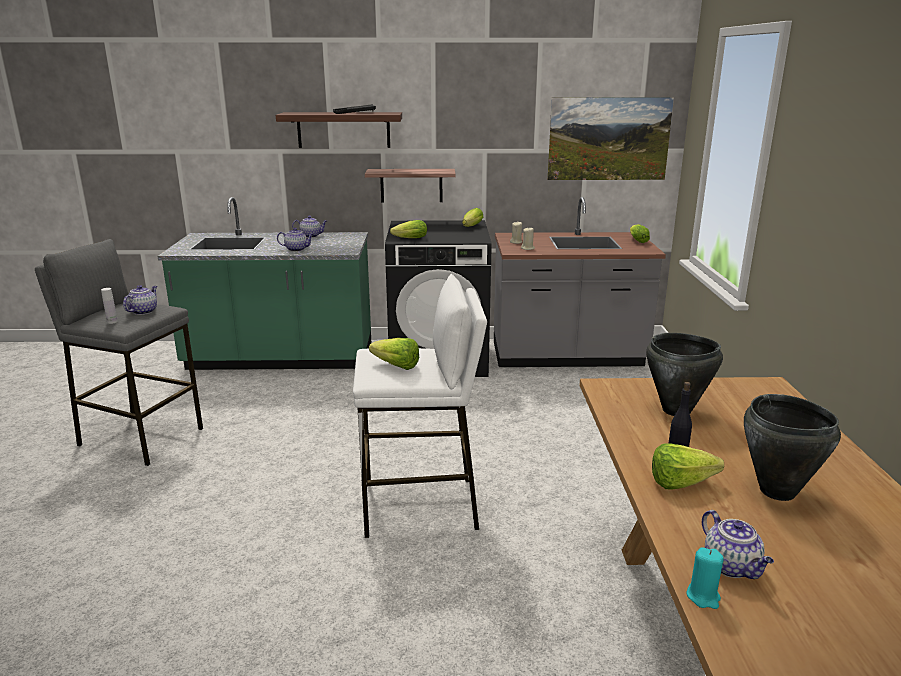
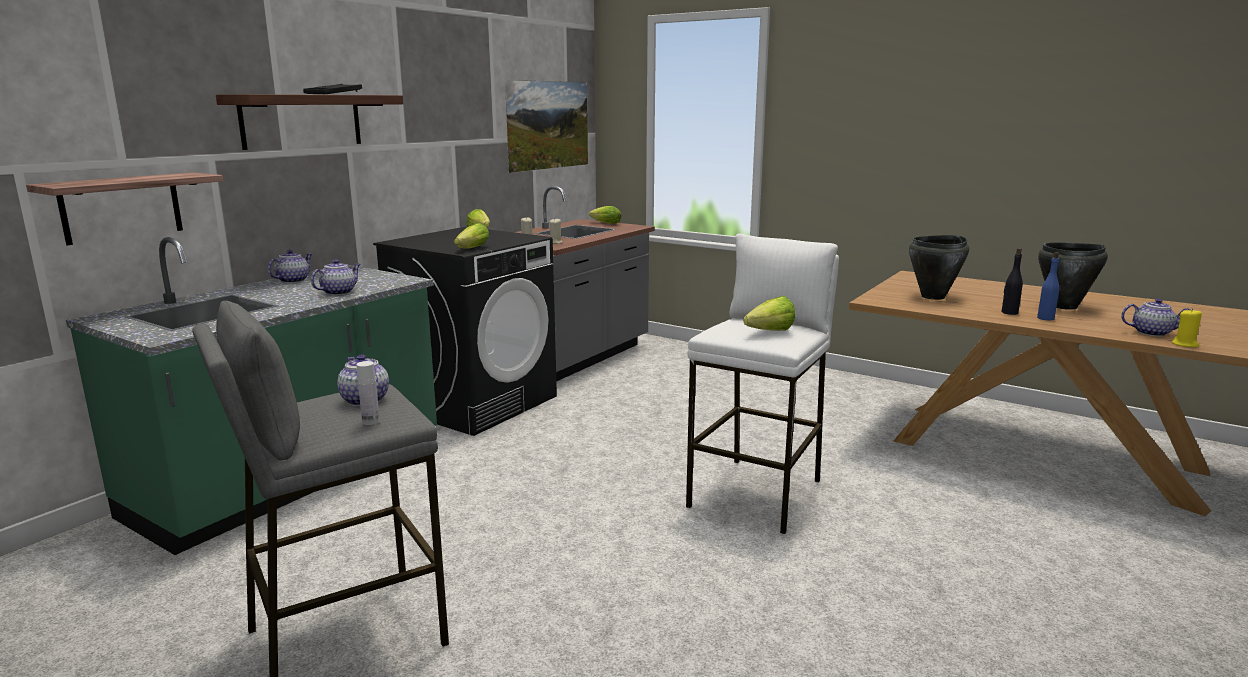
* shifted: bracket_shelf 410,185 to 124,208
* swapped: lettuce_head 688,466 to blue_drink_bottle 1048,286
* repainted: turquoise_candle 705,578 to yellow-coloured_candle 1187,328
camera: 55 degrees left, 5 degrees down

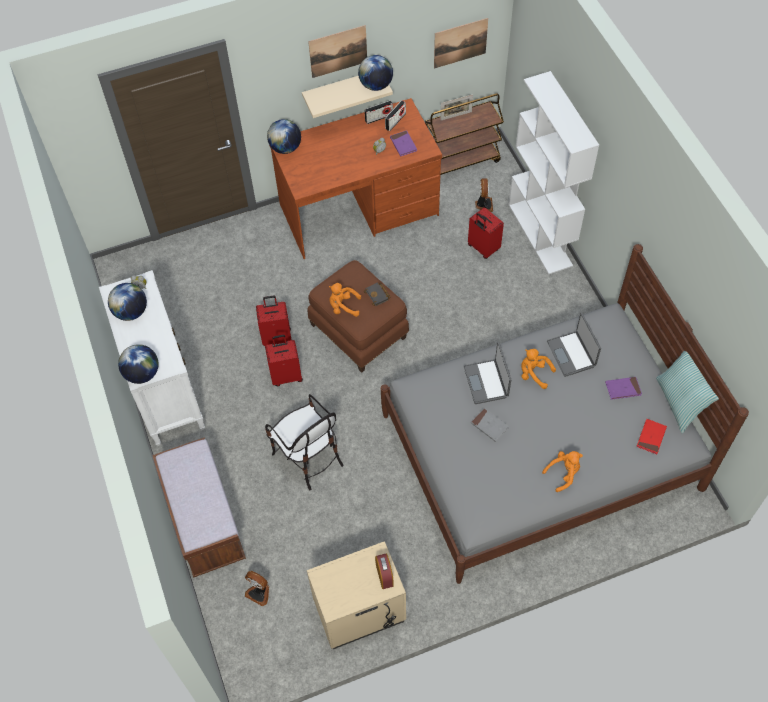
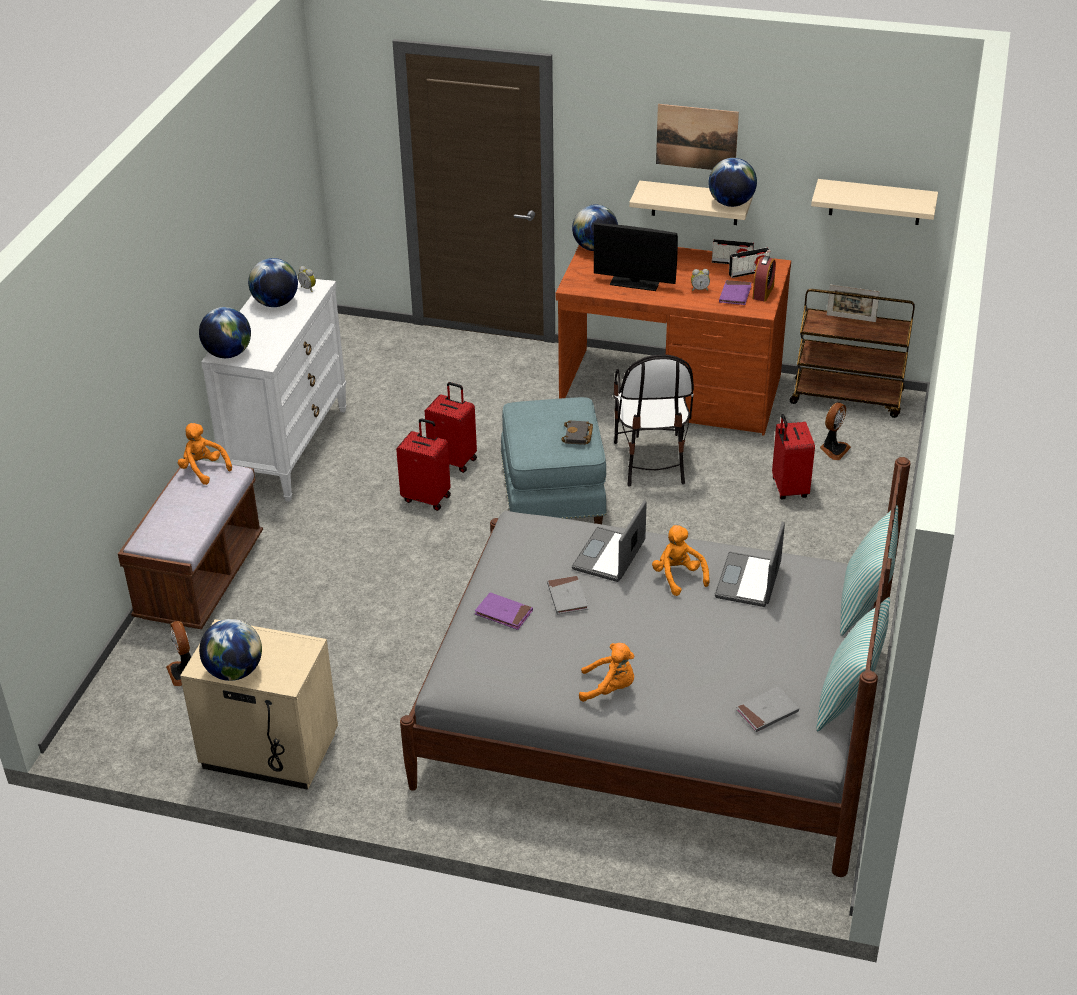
* shifted: orange_soft_toy 345,300 to 205,454
* new: desk_globe 230,650
* shifted: purplish_book 623,388 to 504,611
* repainted: brownish_ottoman 358,316 to blue_ottoman 554,460
* new: monitor 636,257
* shifted: chair 304,442 to 653,420
* repainted: reddish_book 651,436 to gray_book 767,709
* shifted: table_clock 384,571 to 764,278
* swapped: wall_picture 461,43 to sand-coloured_bracket_shelf 874,202
* new: pillow 869,570
* gone: white-coloured_bookshelf 554,172
camera: 35 degrees right, 20 degrees down

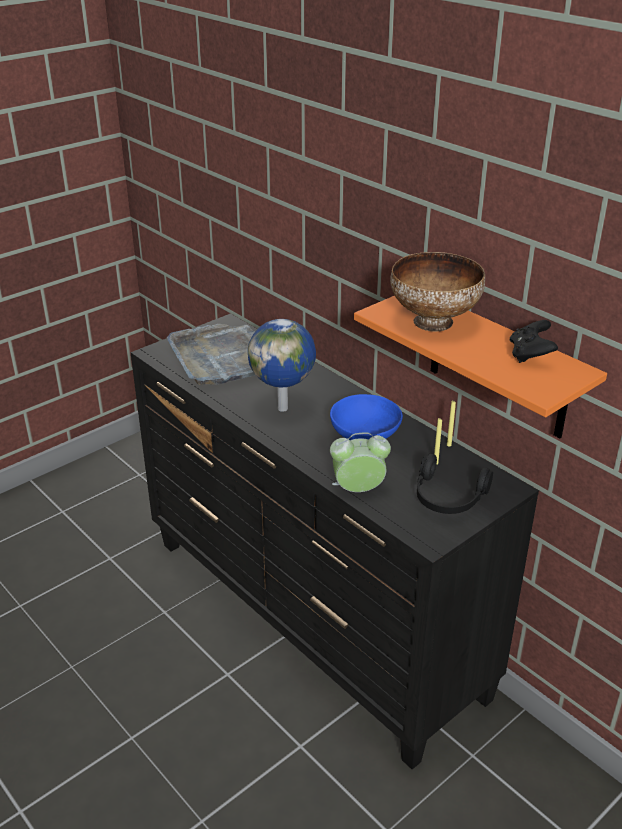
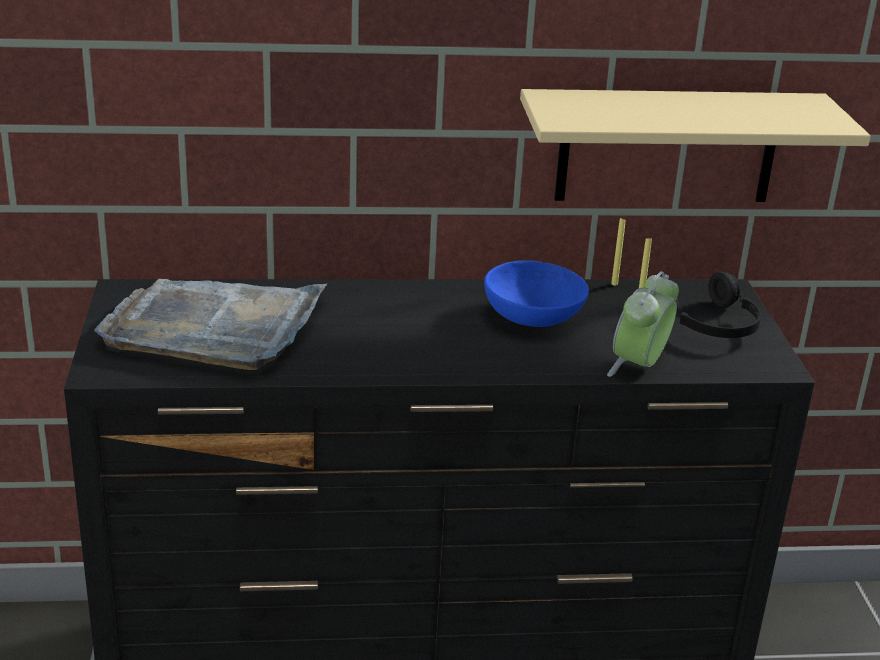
* repainted: orange_bracket_shelf 480,367 to sand-coloured_bracket_shelf 695,145
* gone: desk_globe 282,365
* gone: deep_dish 437,292
* gone: blackish_game_controller 534,341
camera: 55 degrees left, 5 degrees down

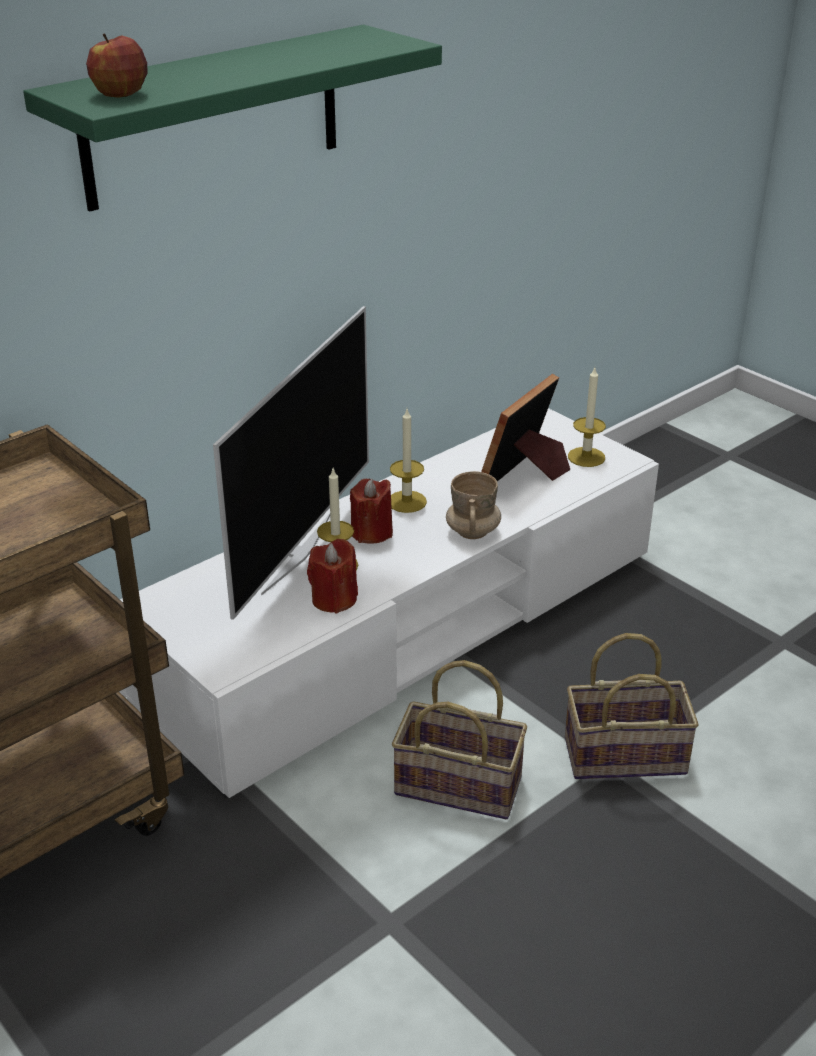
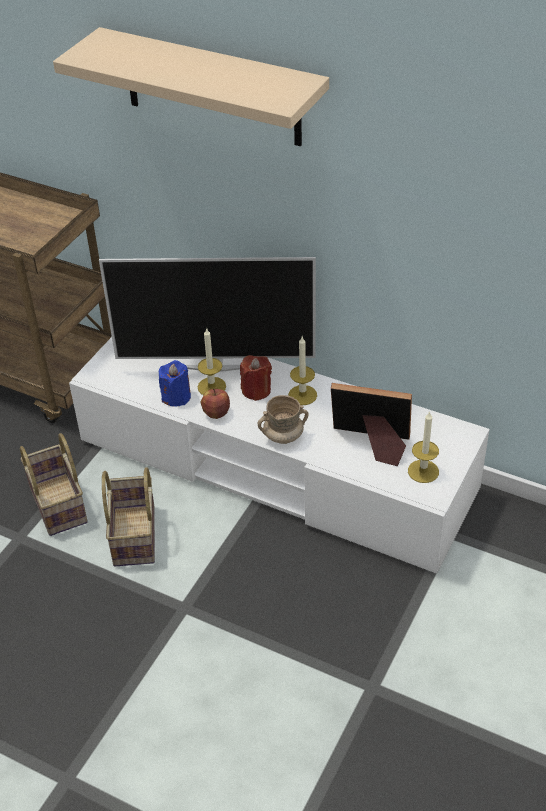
* shifted: storage_basket 632,706 to 54,484
* repainted: greenish_bracket_shelf 232,118 to sand-coloured_bracket_shelf 191,86
* repainted: reddish_candle 332,576 to blue_candle 175,383
* shifted: whole_apple 116,66 to 215,404
camera: 70 degrees right, 10 degrees up

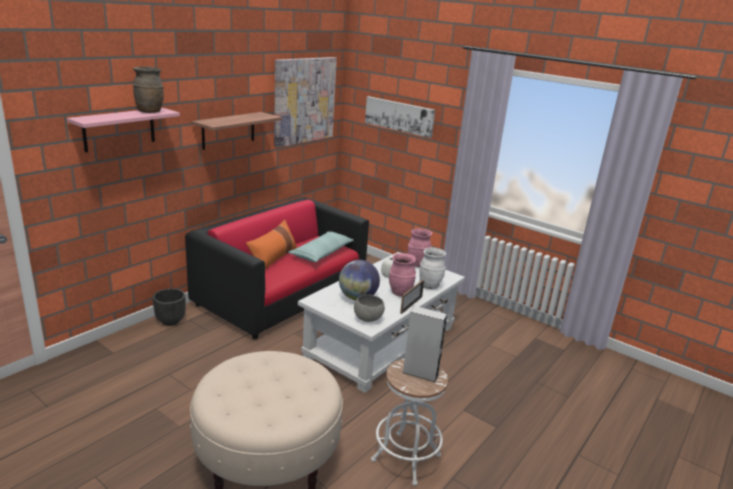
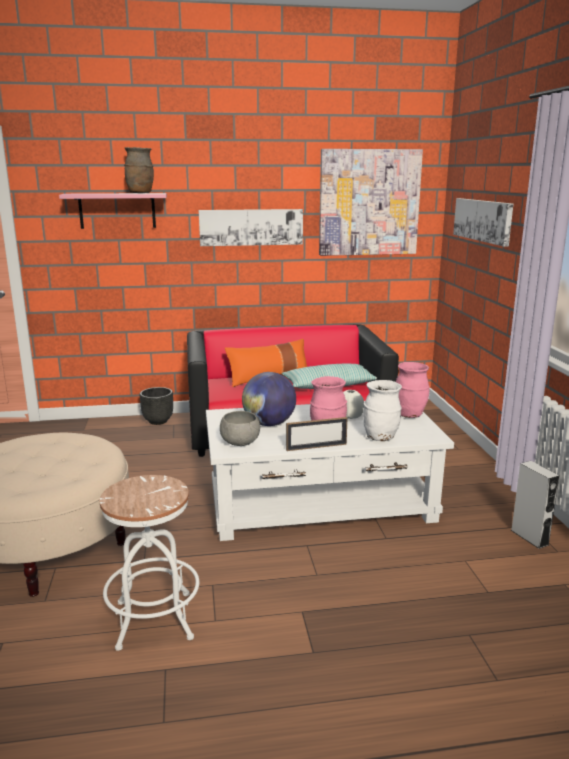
* swapped: bracket_shelf 237,131 to wall_picture 251,227
* shifted: gray_speaker 424,344 to 535,505
camera: 45 degrees right, 5 degrees down

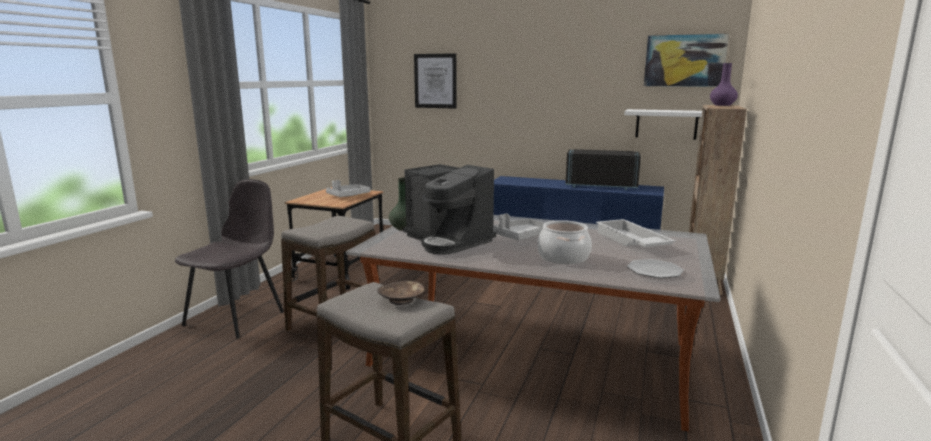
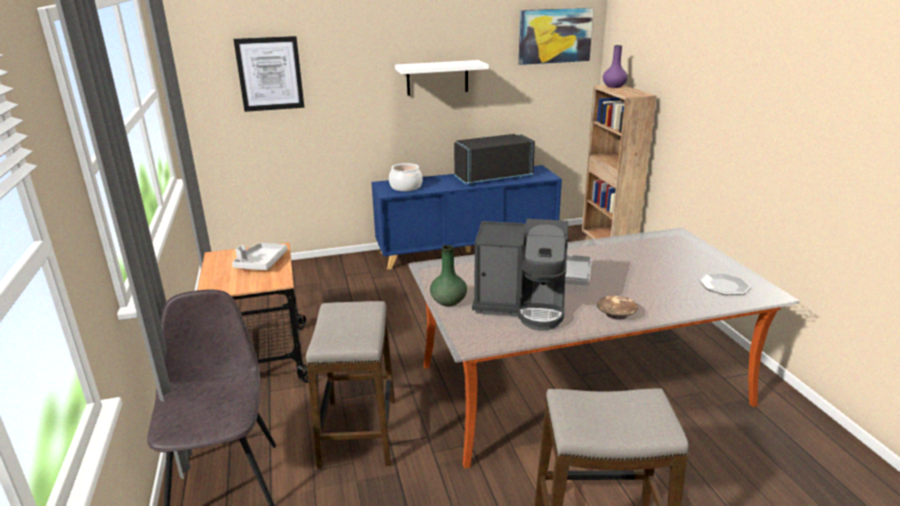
* shifted: stockpot 564,242 to 406,177
* shifted: white-coloured_bracket_shelf 663,124 to 442,78
* shifted: brownish_deep_dish 400,293 to 617,307
* gone: white-coloured_carrying_tray 636,233
camera: 35 degrees left, 10 degrees up

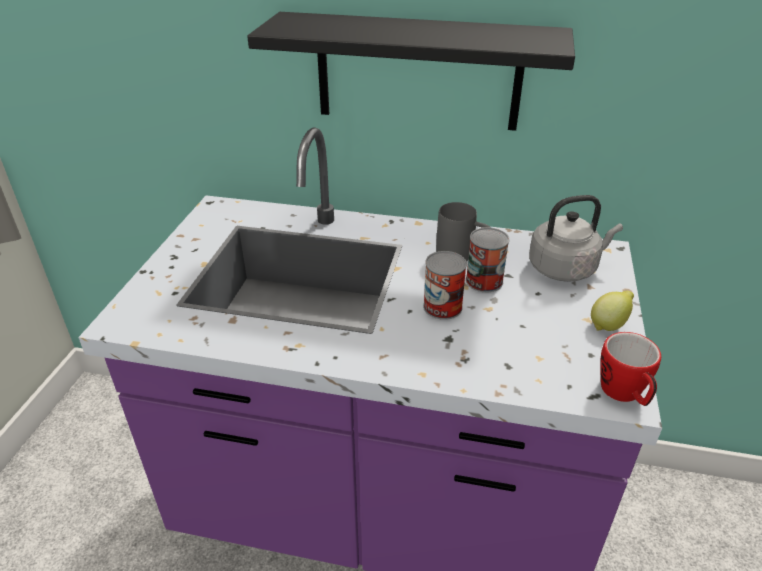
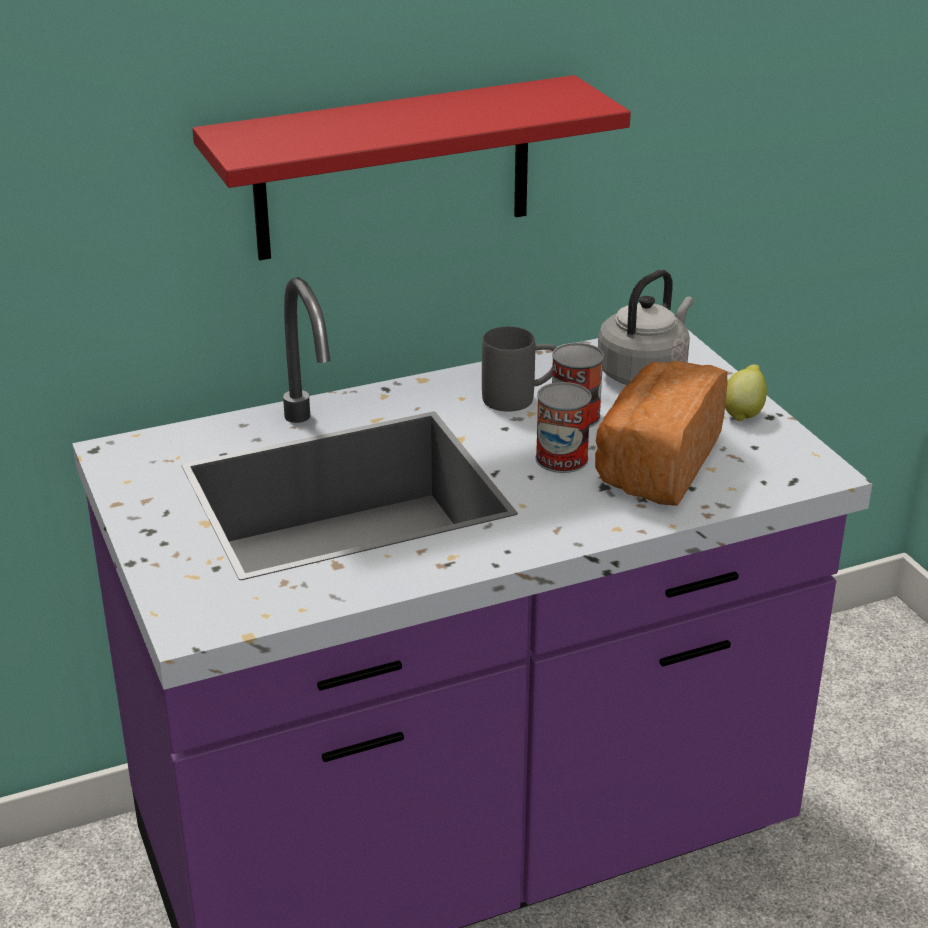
* repainted: blackish_bracket_shelf 411,71 to reddish_bracket_shelf 412,167
* new: bread 661,433
* gone: coffee_mug 630,369
camera: 35 degrees left, 5 degrees down

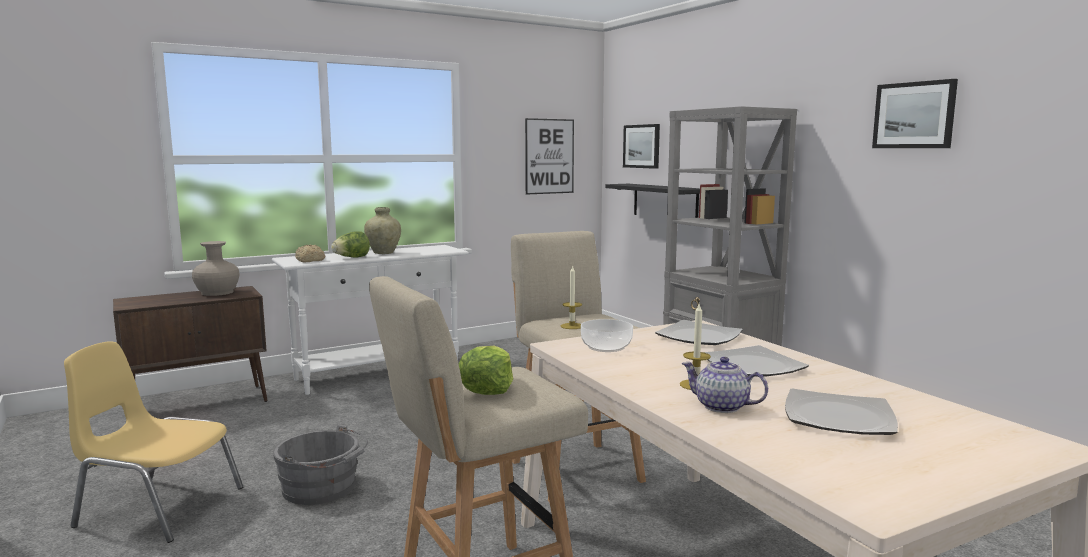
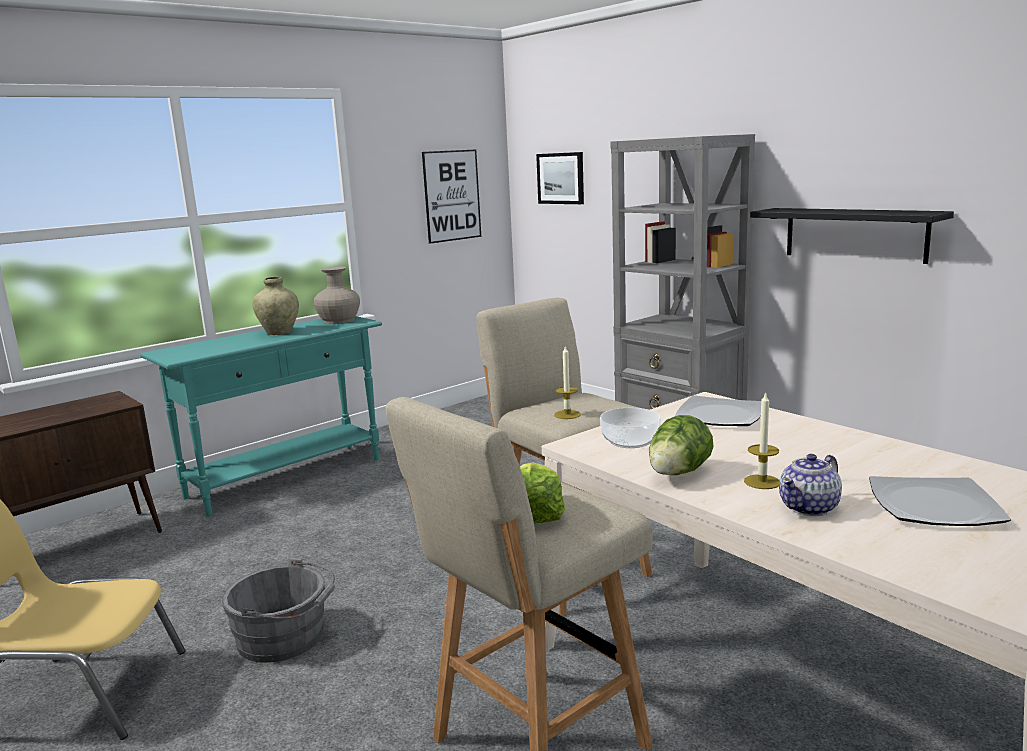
* repainted: white-coloured_hall_table 370,320 to turquoise_hall_table 261,416
* shifted: sand-coloured_vase 216,268 to 337,295
* shifted: lettuce_head 350,244 to 681,445
* shifted: blackish_bracket_shelf 653,201 to 852,236
* rotated: tea_pot 725,385 = 810,485 60 degrees counterclockwise
* gone: bread 310,254
* gone: flat_dish 756,361
* gone: wall_picture 915,113
camera: 10 degrees left, 5 degrees up

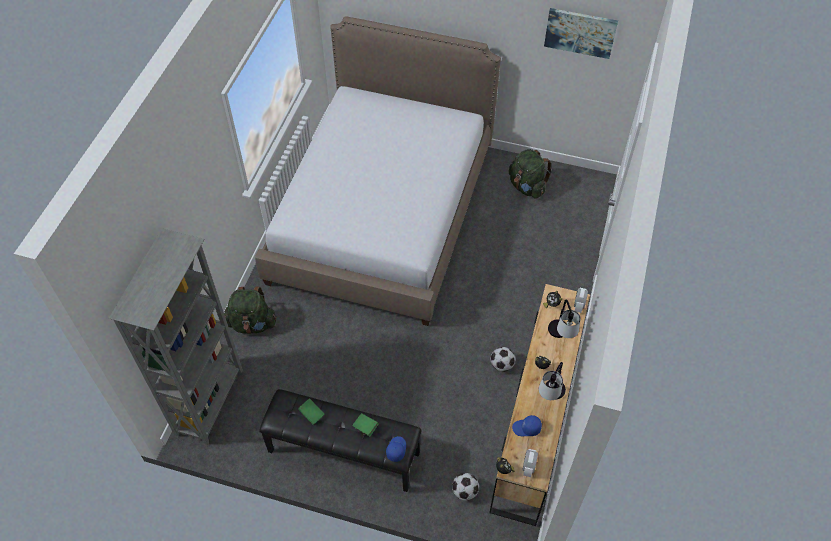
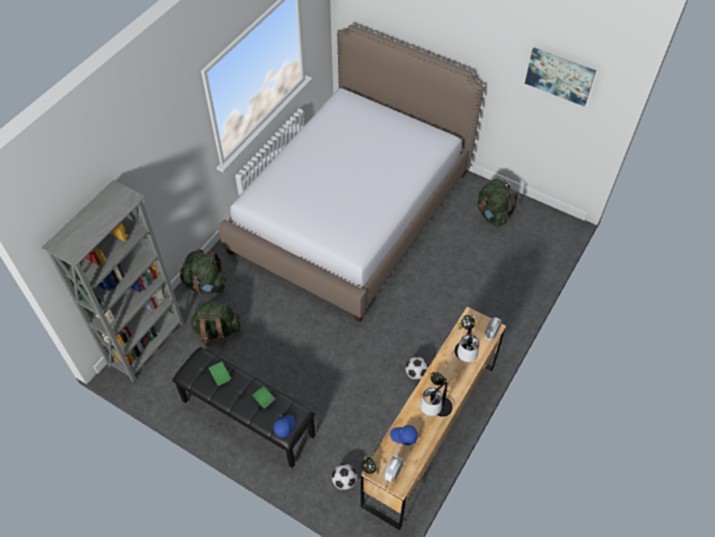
* new: greenish_knapsack 215,323
camera: 15 degrees right, 0 degrees up

